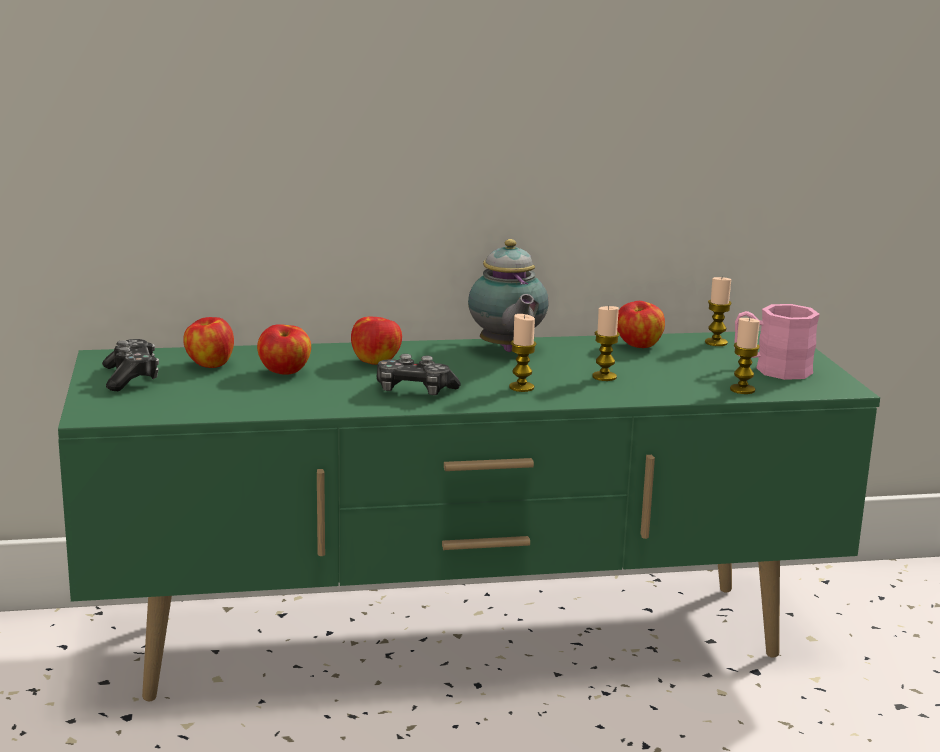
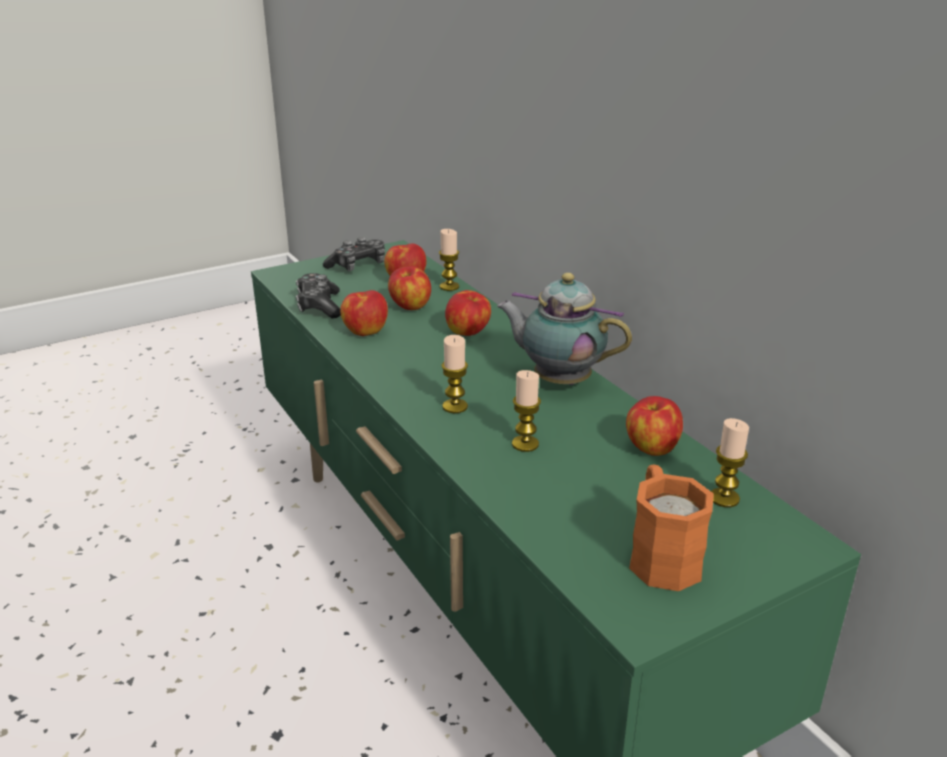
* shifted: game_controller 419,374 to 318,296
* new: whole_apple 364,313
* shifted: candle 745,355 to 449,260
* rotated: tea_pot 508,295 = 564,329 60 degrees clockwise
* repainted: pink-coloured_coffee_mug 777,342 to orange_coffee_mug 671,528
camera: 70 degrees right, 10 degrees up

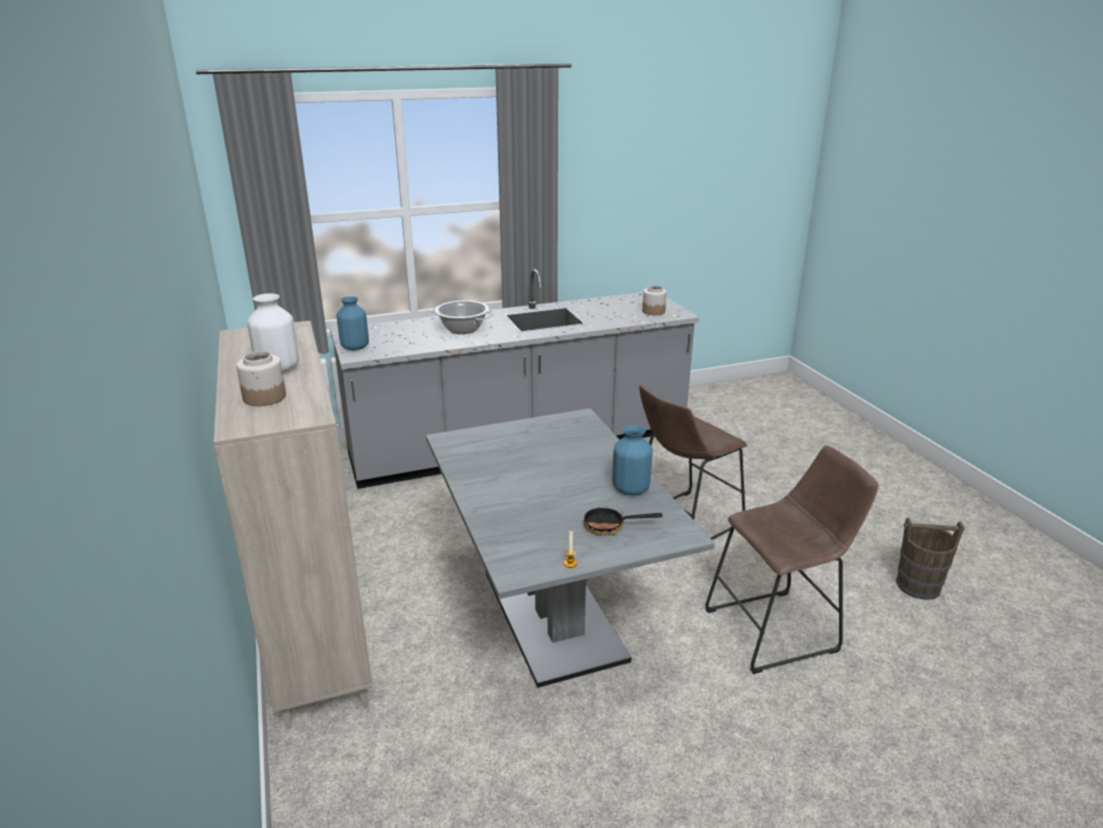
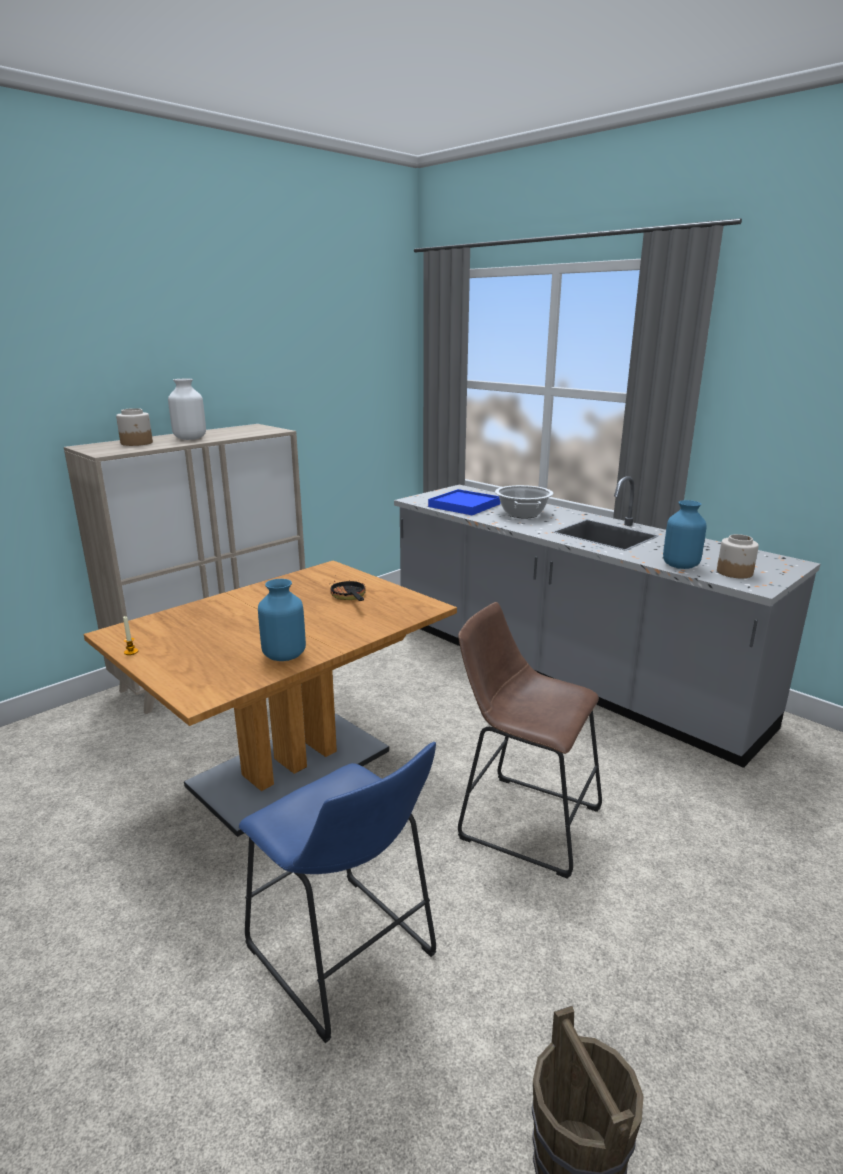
* repainted: gray_dining_table 570,548 to brownish_dining_table 270,698
* repainted: brownish_sitting_stool 792,559 to blue_sitting_stool 337,892
* shifted: pan 623,520 to 347,590
* new: blue_carrying_tray 464,502
* shifted: blue_vase 353,323 to 685,534
camera: 65 degrees right, 5 degrees down

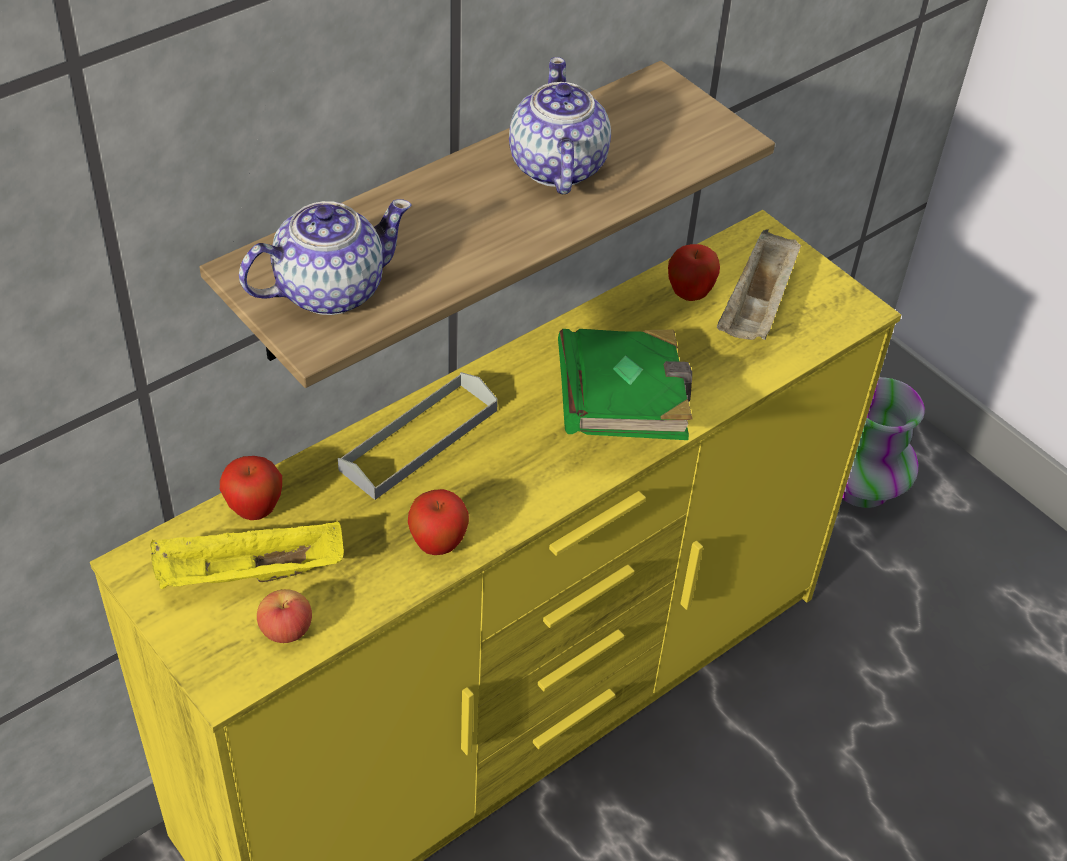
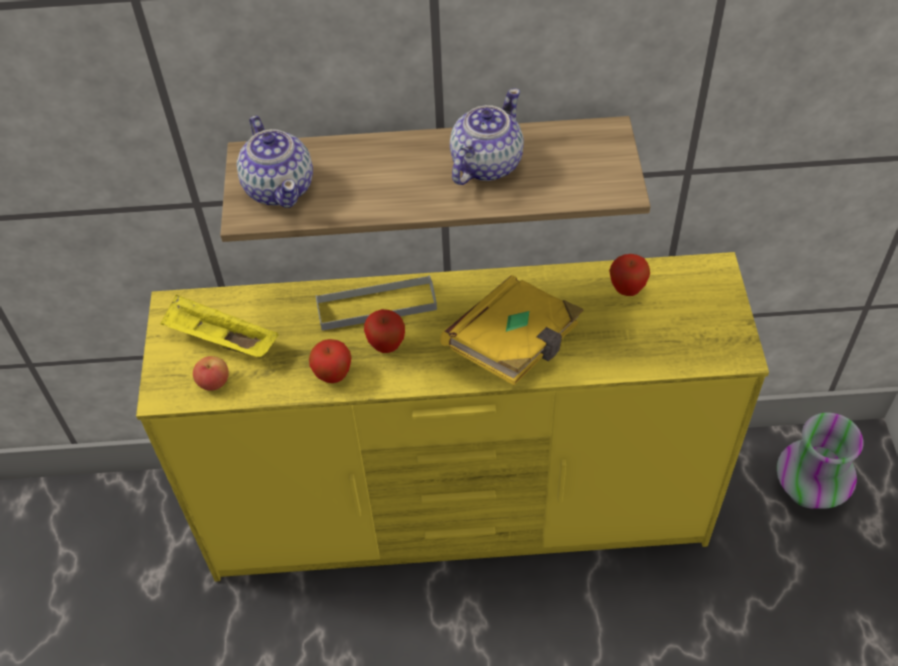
* rotated: tea_pot 325,257 = 275,162 60 degrees clockwise
* shifted: whole_apple 251,488 to 384,331
* repainted: greenish_book 625,384 to yellow-coloured_book 511,330
* gone: sand-coloured_carrying_tray 759,284
camera: 40 degrees right, 5 degrees up

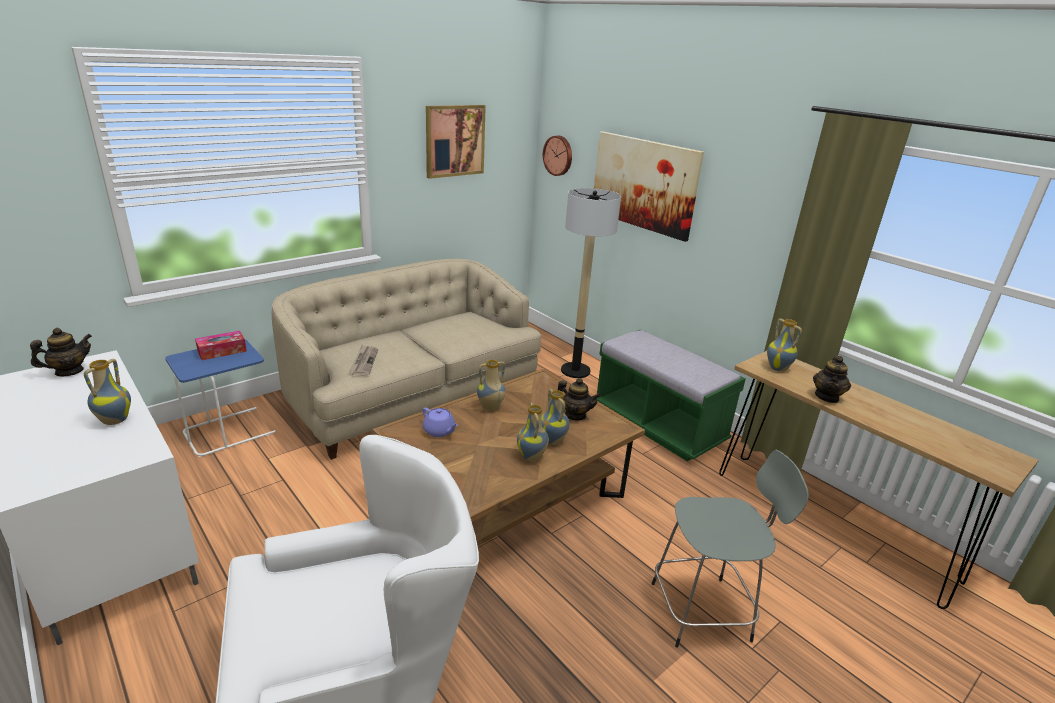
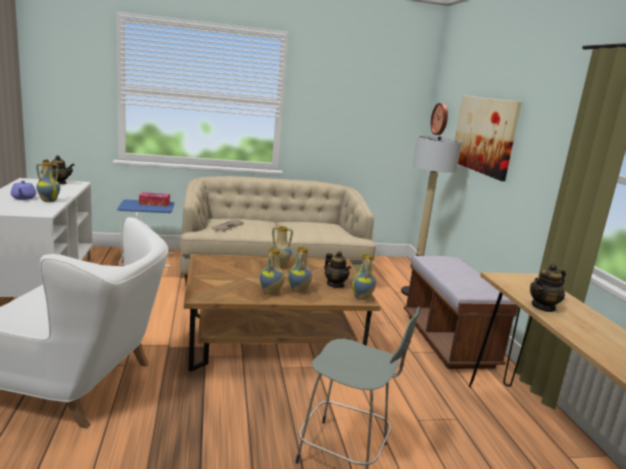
* shifted: purplish_tea_pot 440,422 to 23,190
* shifted: vase 784,344 to 363,276
* repainted: greenish_bench 671,395 to brownish_bench 461,312
* gone: wall_picture 456,142
camera: 30 degrees right, 10 degrees down

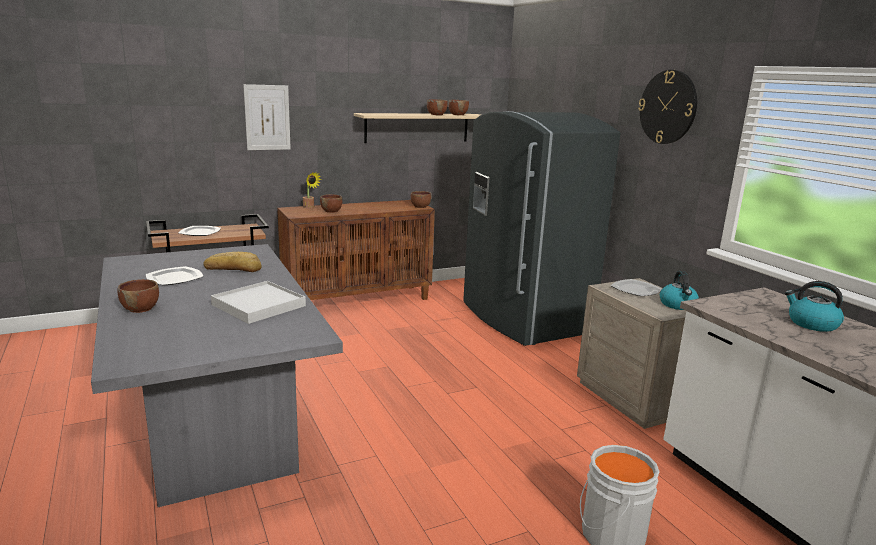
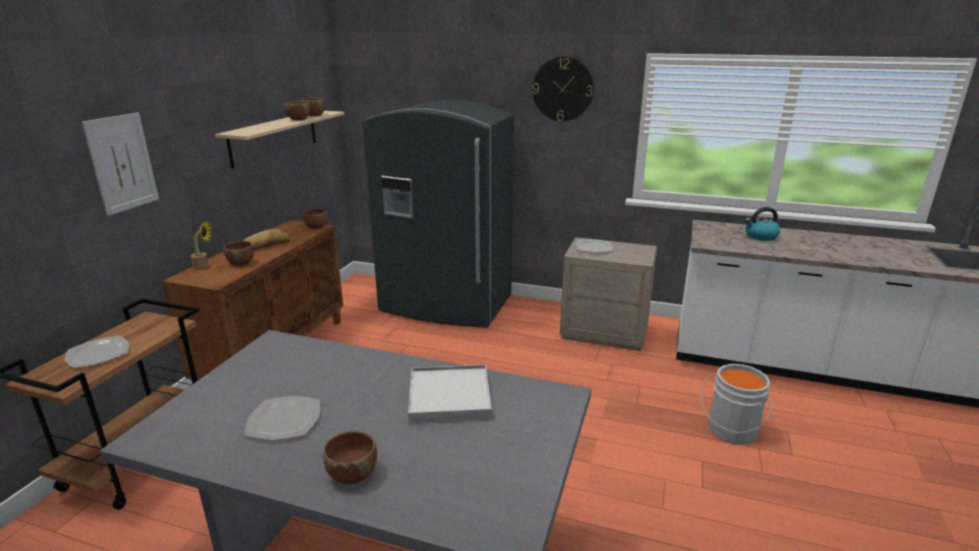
* shifted: bread 233,262 to 266,239
* gone: kettle 679,290
camera: 45 degrees left, 5 degrees up

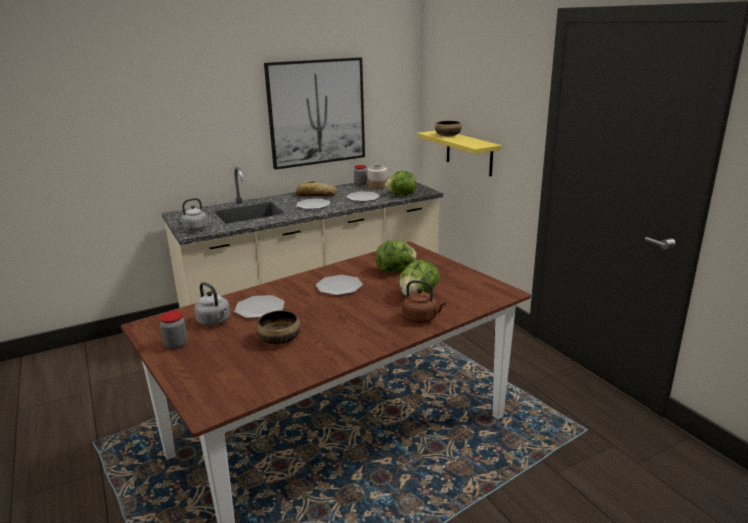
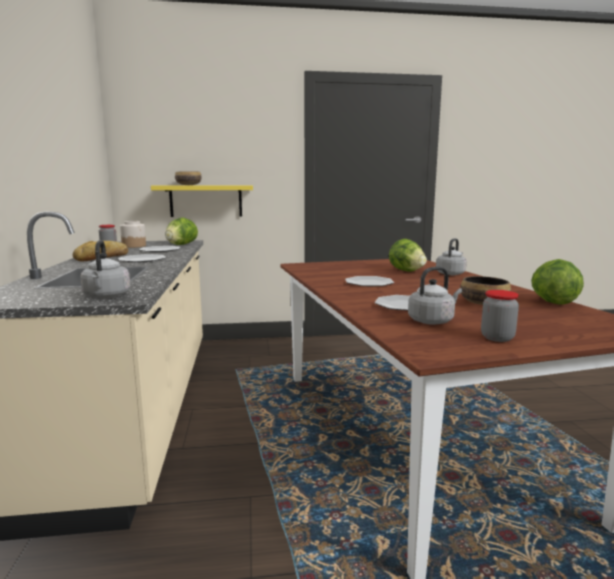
* repainted: brownish_kettle 424,301 to gray_kettle 451,256
* shifted: lettuce_head 396,256 to 557,282
* gone: wall_picture 314,113
camera: 70 degrees left, 10 degrees down

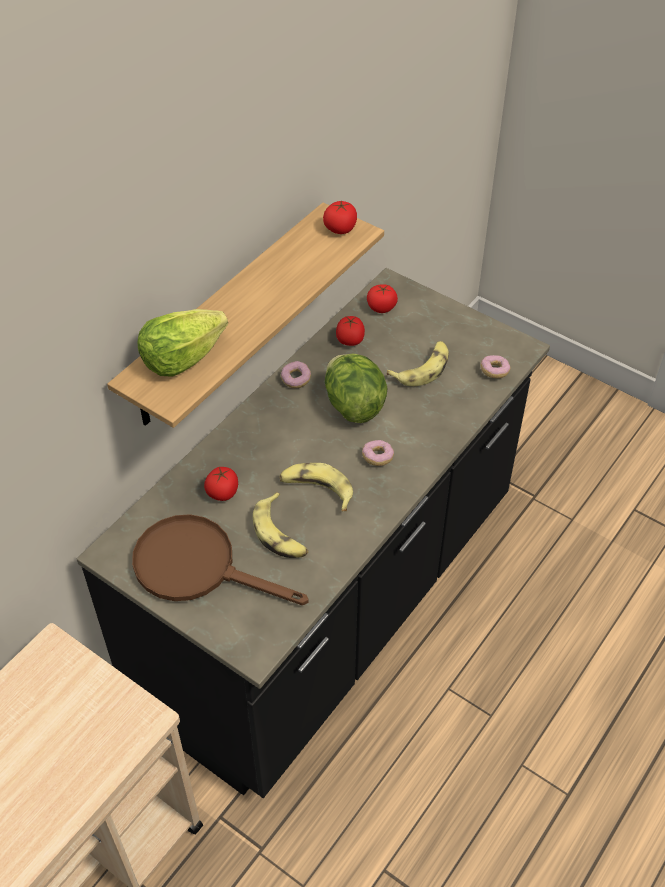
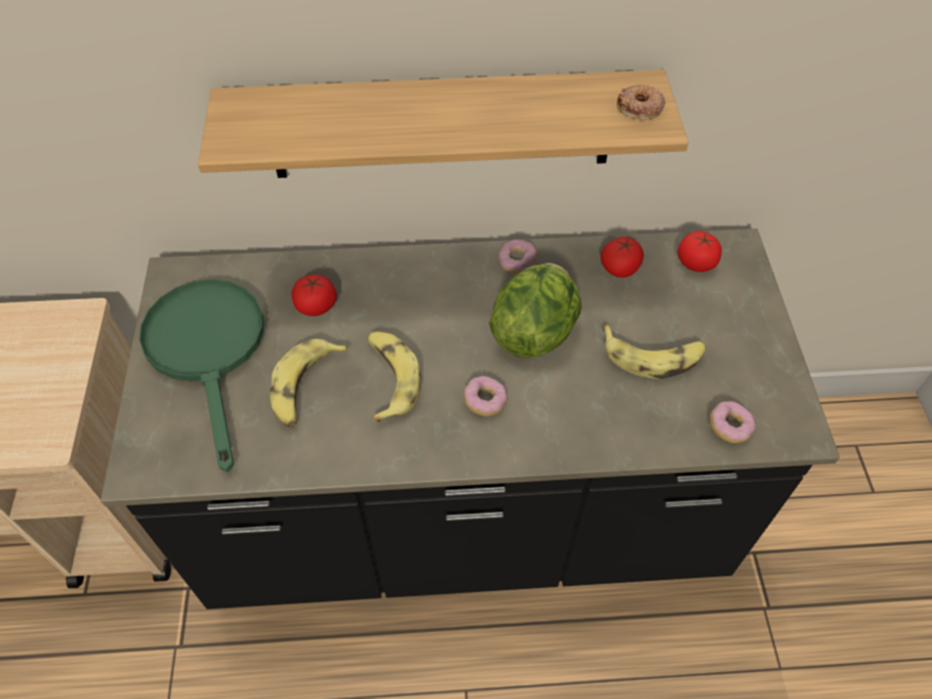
* repainted: brownish_pan 220,559 to greenish_pan 201,375
* swapped: fresh_tomato 340,217 to doughnut 641,102
* gone: lettuce_head 182,343
camera: 50 degrees right, 5 degrees up

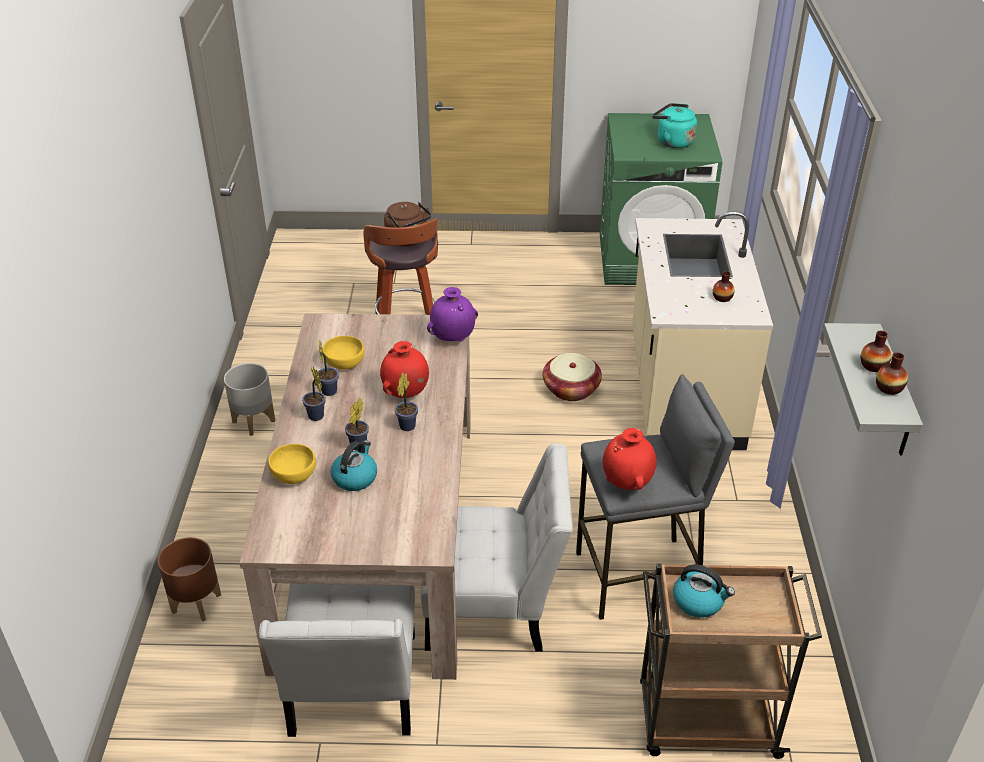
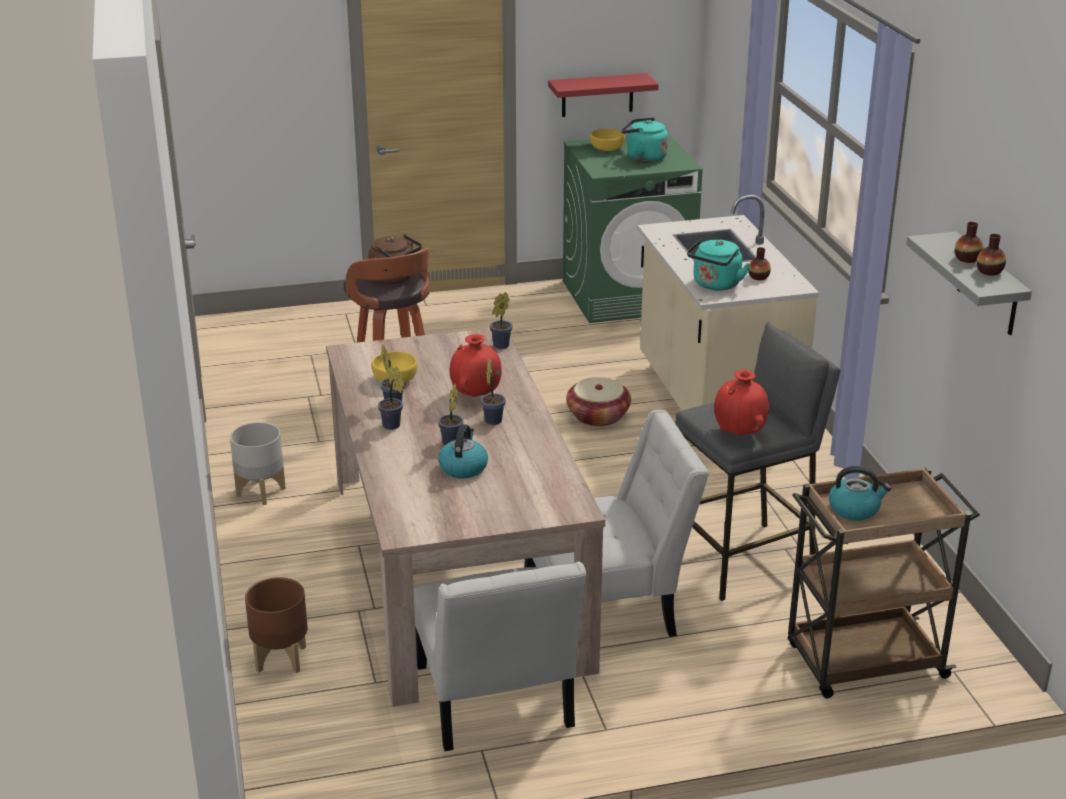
* swapped: purplish_vase 452,314 to houseplant 501,320
* new: reddish_bracket_shelf 603,95
* shifted: yellow-coloured_deep_dish 292,464 to 607,140
* new: turquoise_kettle 718,264
camera: 15 degrees left, 10 degrees down

